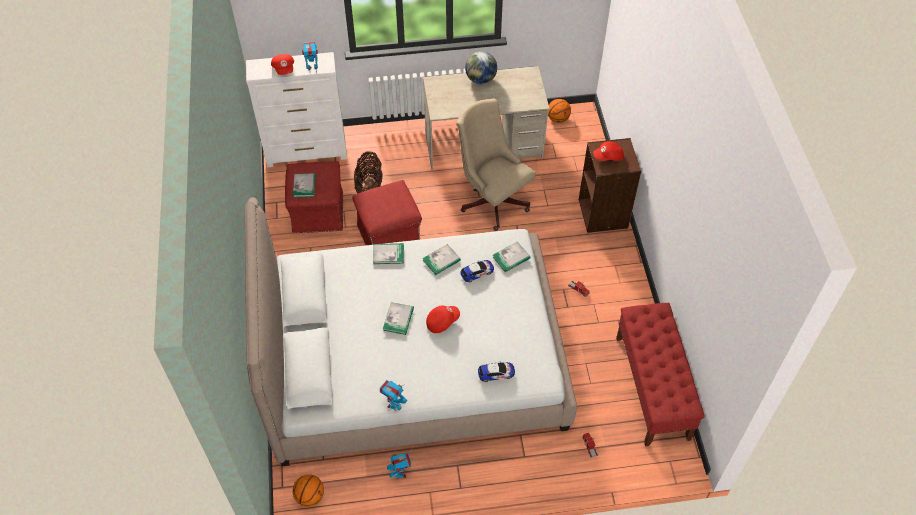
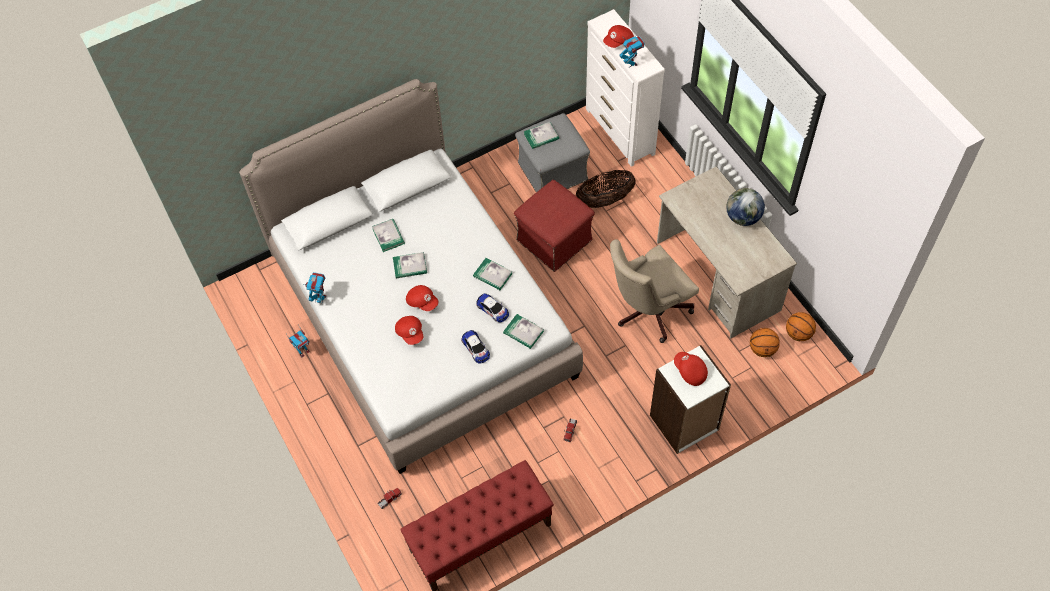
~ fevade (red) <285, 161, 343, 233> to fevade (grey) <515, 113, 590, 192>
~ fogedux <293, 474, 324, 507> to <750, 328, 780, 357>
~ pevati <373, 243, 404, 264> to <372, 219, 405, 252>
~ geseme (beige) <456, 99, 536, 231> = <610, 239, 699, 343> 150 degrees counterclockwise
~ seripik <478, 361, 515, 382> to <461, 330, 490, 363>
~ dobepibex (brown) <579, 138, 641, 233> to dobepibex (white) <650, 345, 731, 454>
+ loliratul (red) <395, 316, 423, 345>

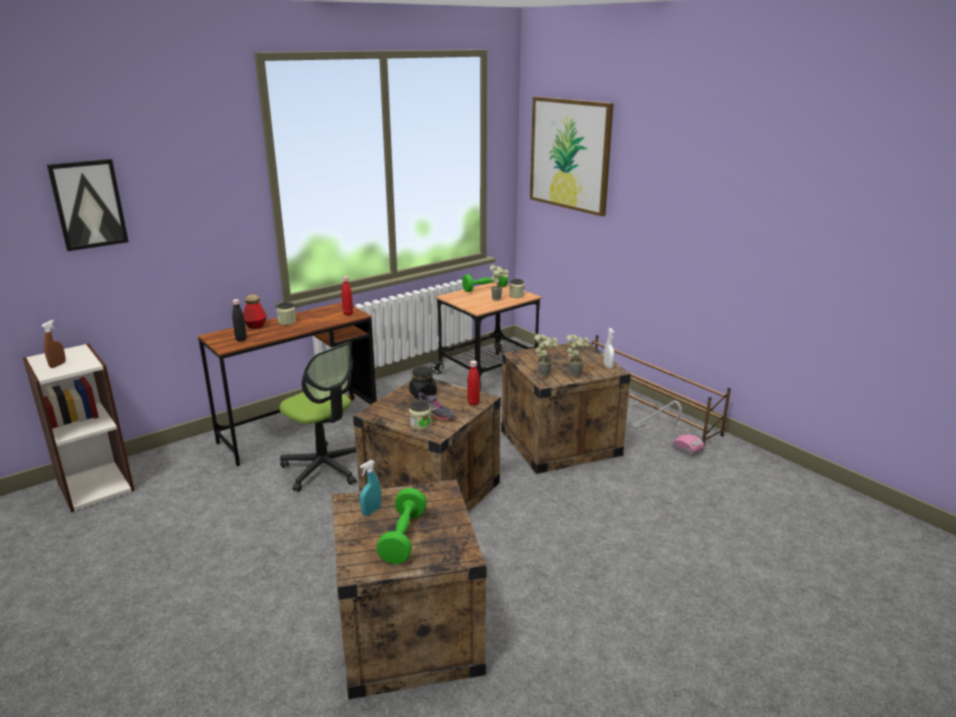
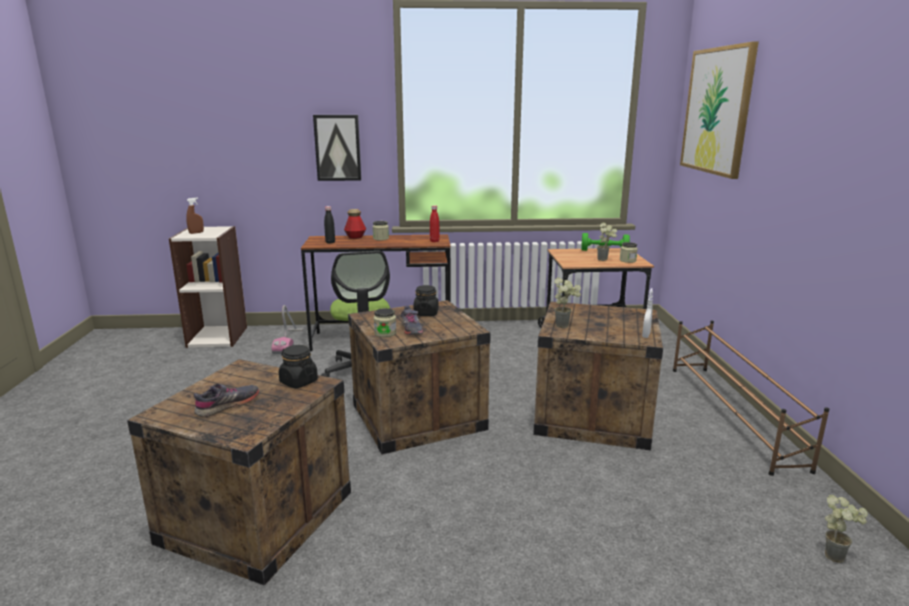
~ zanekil <47, 159, 129, 251> to <313, 115, 361, 181>
- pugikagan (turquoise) <360, 460, 381, 516>
~ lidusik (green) <376, 488, 427, 564> to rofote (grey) <194, 384, 259, 417>
- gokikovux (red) <468, 360, 480, 405>
~ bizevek <566, 334, 589, 377> to <825, 495, 868, 563>
~ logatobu <631, 401, 705, 456> to <272, 305, 304, 354>
+ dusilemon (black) <279, 345, 318, 388>

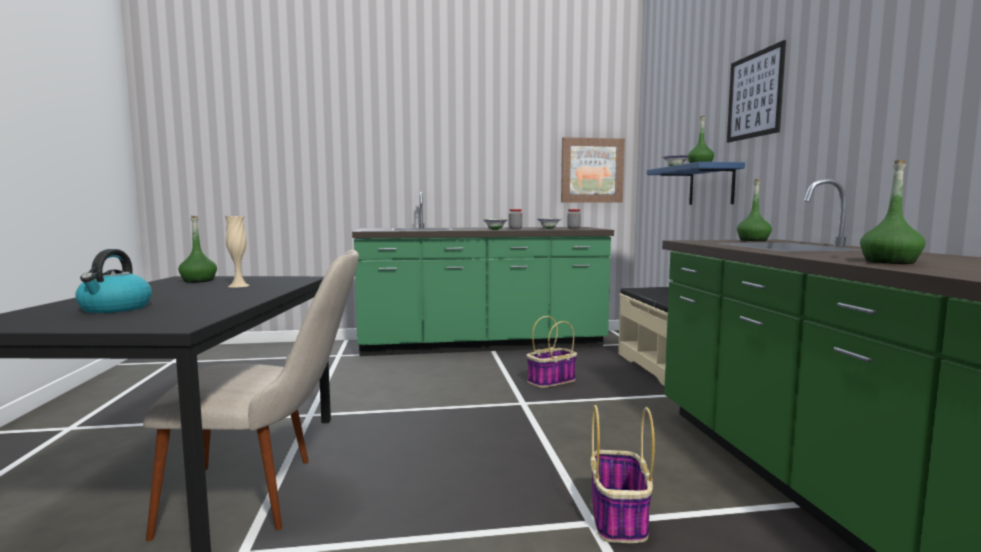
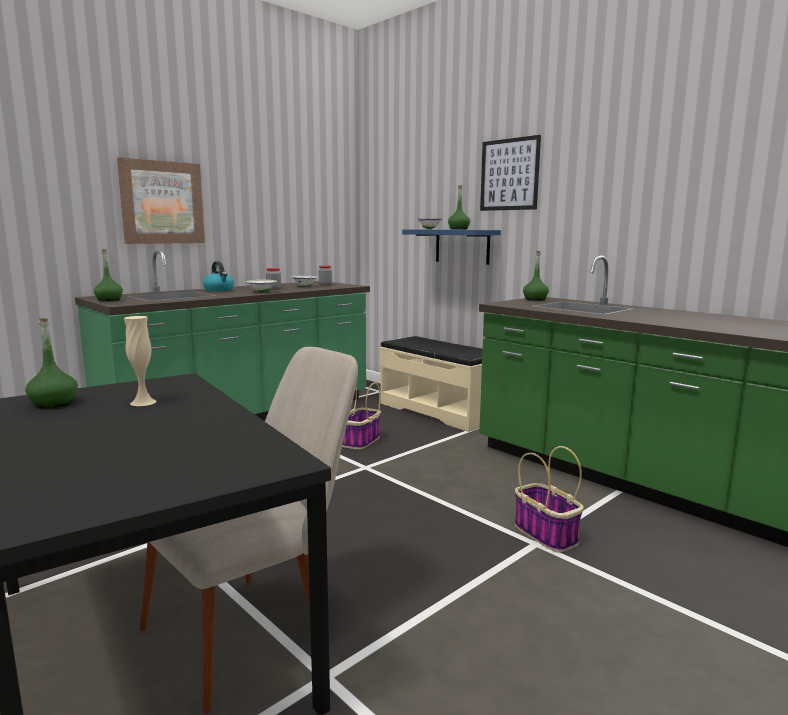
~ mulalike <75, 249, 152, 313> to <203, 261, 234, 291>
~ zanekil <561, 137, 625, 203> to <117, 157, 205, 244>
~ gokikovux (green) <860, 160, 926, 264> to <94, 249, 123, 301>

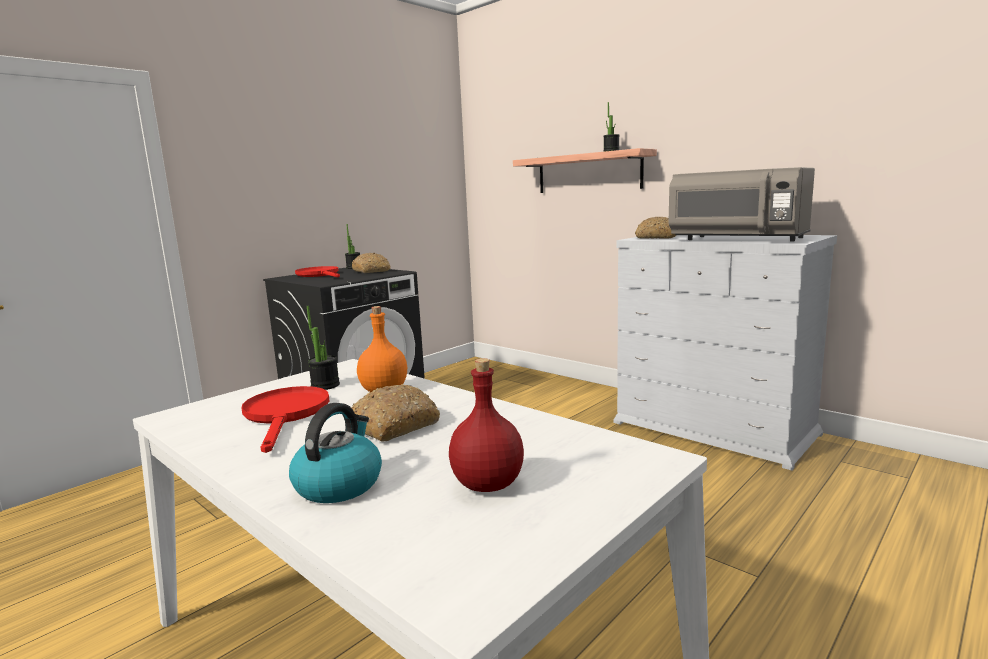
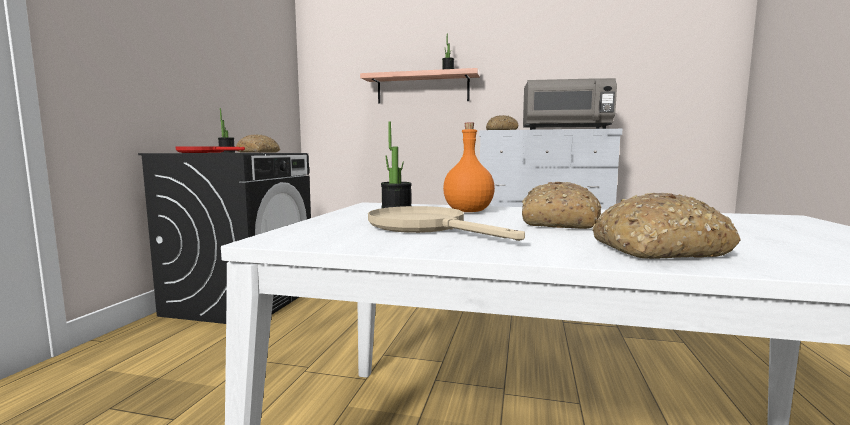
~ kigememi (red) <241, 386, 329, 453> to kigememi (beige) <368, 206, 525, 241>
~ mulalike <289, 403, 382, 503> to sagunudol <592, 193, 741, 259>
- gokikovux (red) <449, 358, 524, 492>

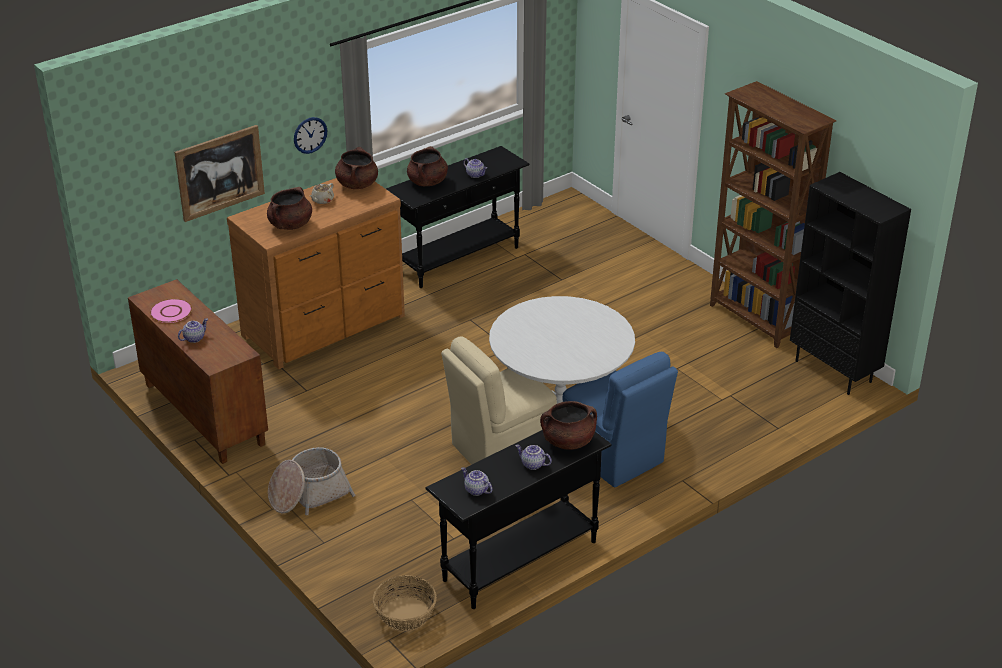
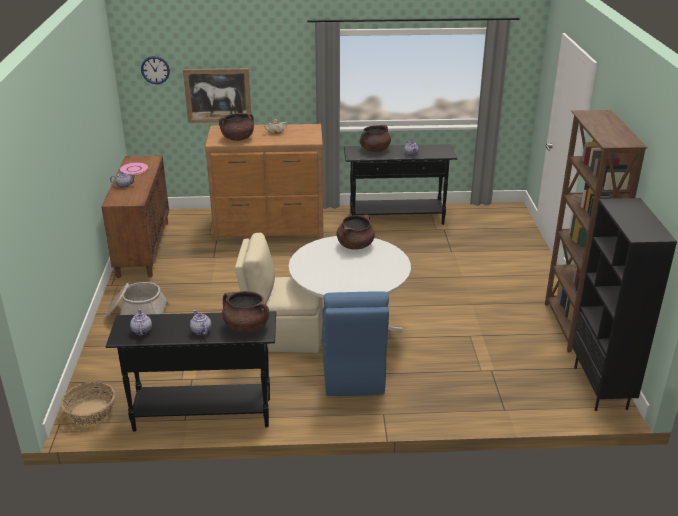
~ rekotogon <294, 117, 327, 154> to <141, 56, 170, 84>
~ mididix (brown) <335, 147, 378, 189> to <337, 215, 375, 250>

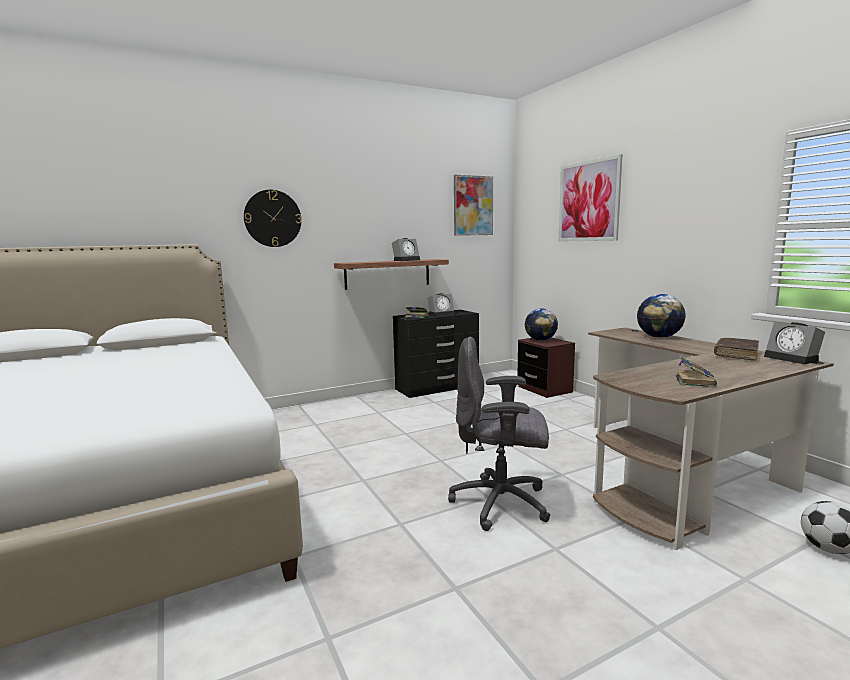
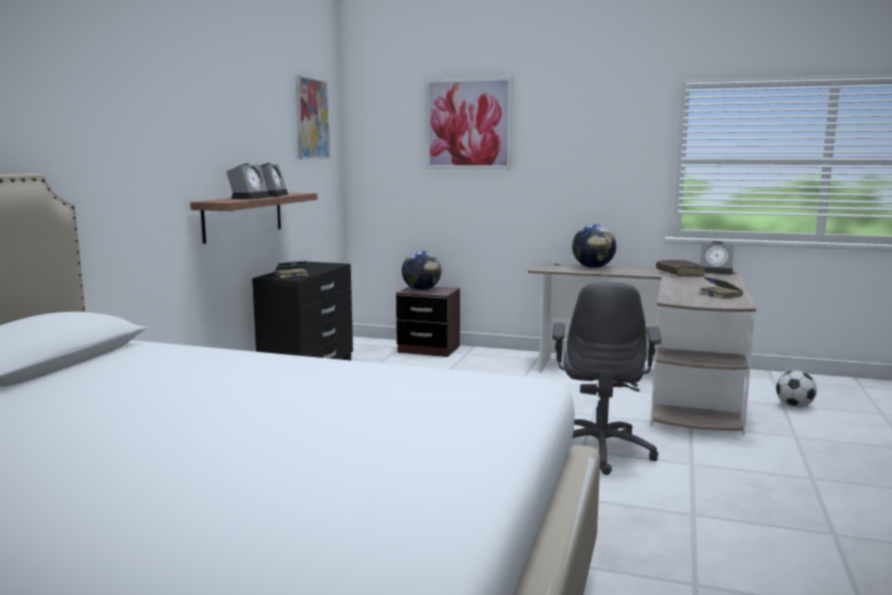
- rekotogon <244, 190, 301, 247>
~ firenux <428, 293, 455, 317> to <226, 163, 270, 199>
~ geseme (grey) <448, 337, 550, 531> = <552, 282, 661, 475> 45 degrees counterclockwise

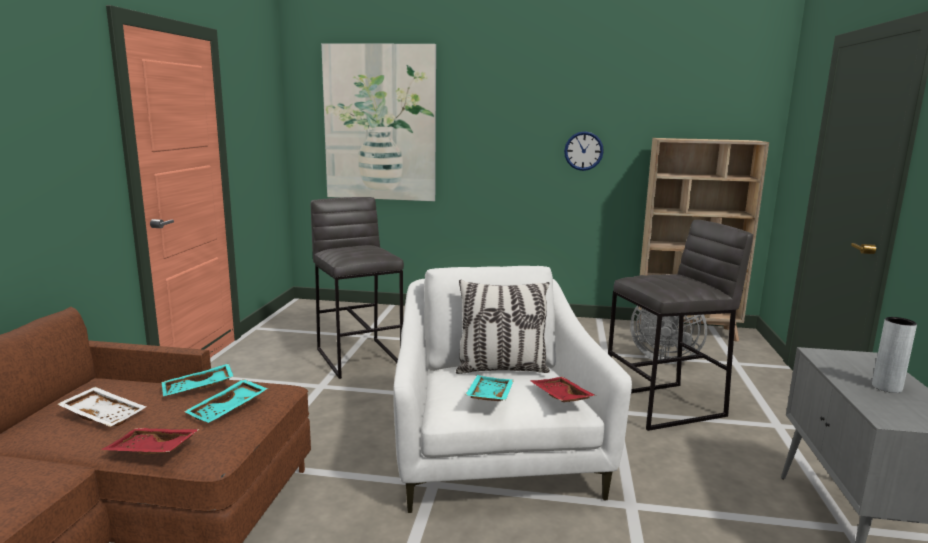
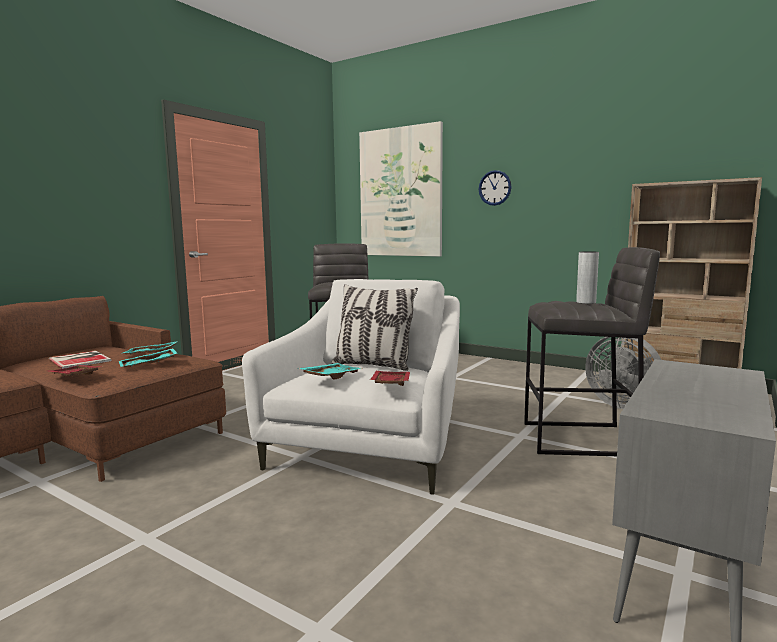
~ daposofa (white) <57, 387, 146, 427> to pevati <49, 351, 111, 369>
~ rekotogon <564, 131, 604, 171> to <479, 170, 511, 206>
~ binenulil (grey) <872, 317, 917, 393> to <576, 251, 599, 304>

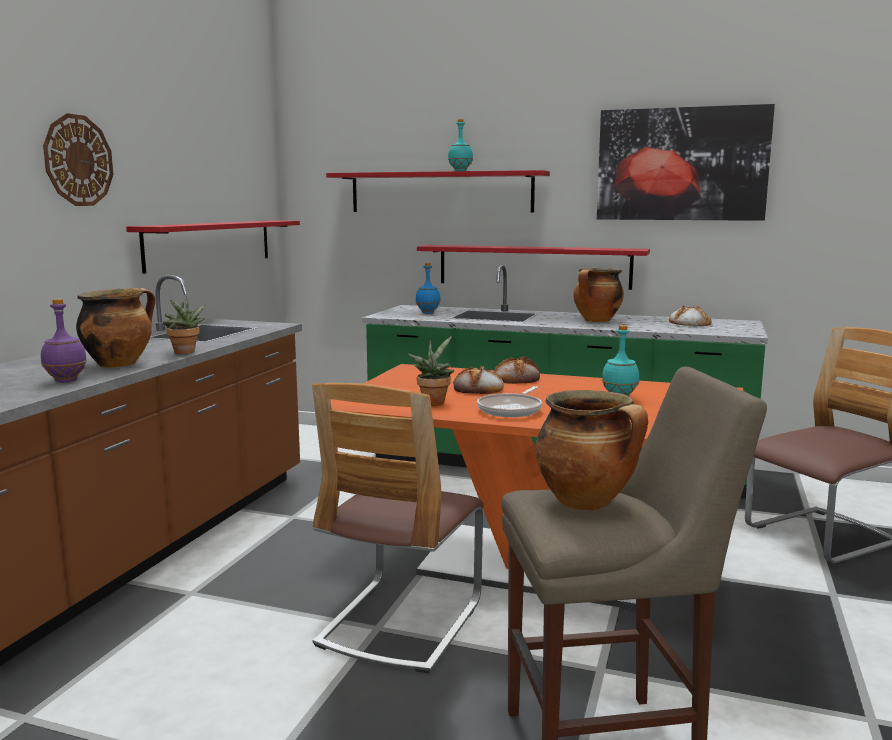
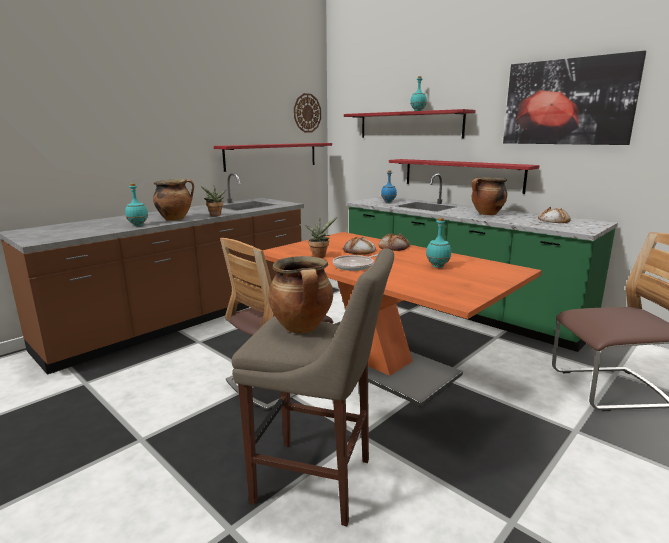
~ gokikovux (purple) <41, 299, 87, 382> to gokikovux (turquoise) <125, 183, 148, 226>
~ rekotogon <43, 113, 113, 206> to <294, 93, 321, 133>

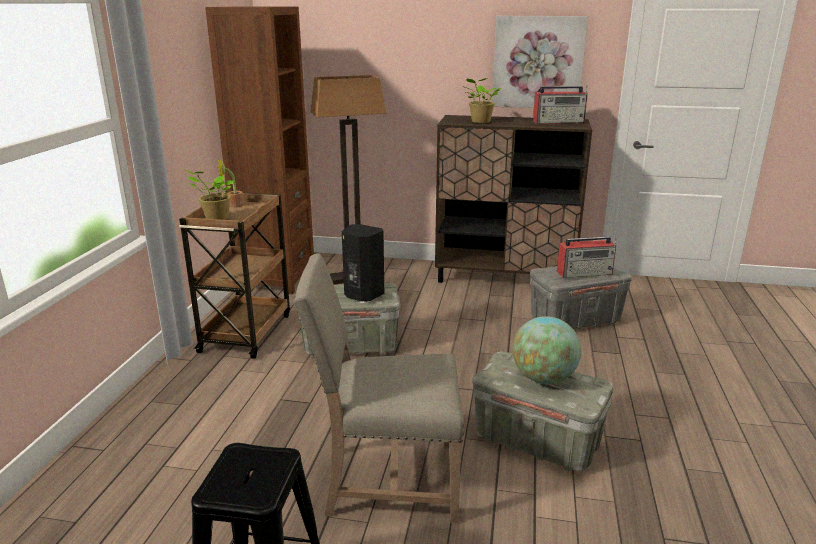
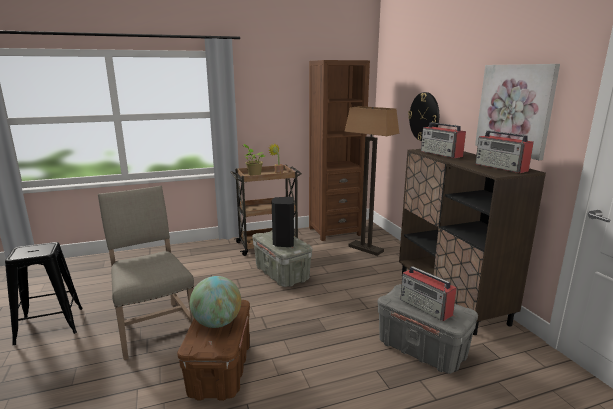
~ bizevek <462, 78, 501, 123> to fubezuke <421, 122, 466, 158>
~ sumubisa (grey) <473, 352, 614, 471> to sumubisa (brown) <177, 300, 250, 401>
+ rekotogon <408, 92, 439, 141>

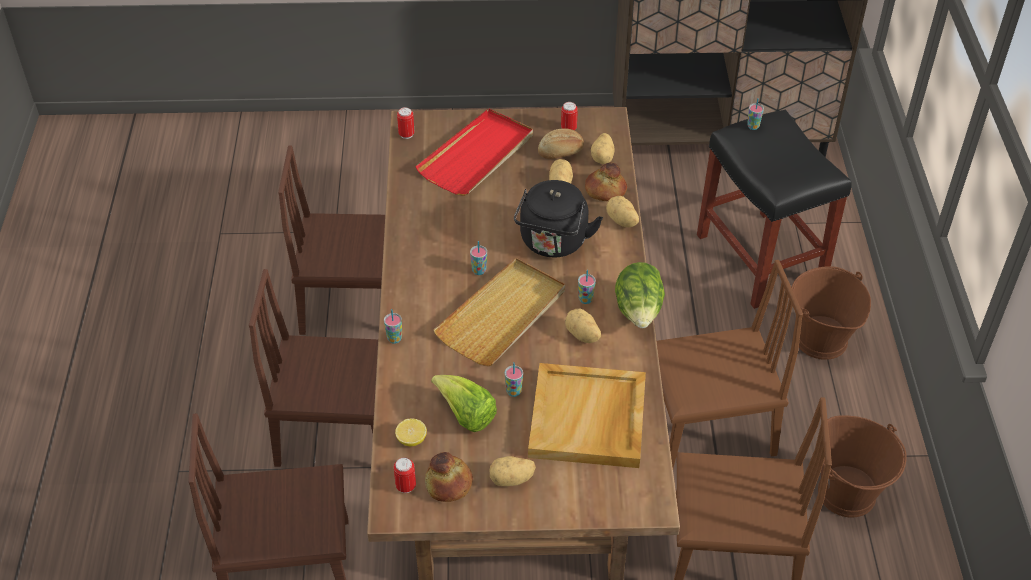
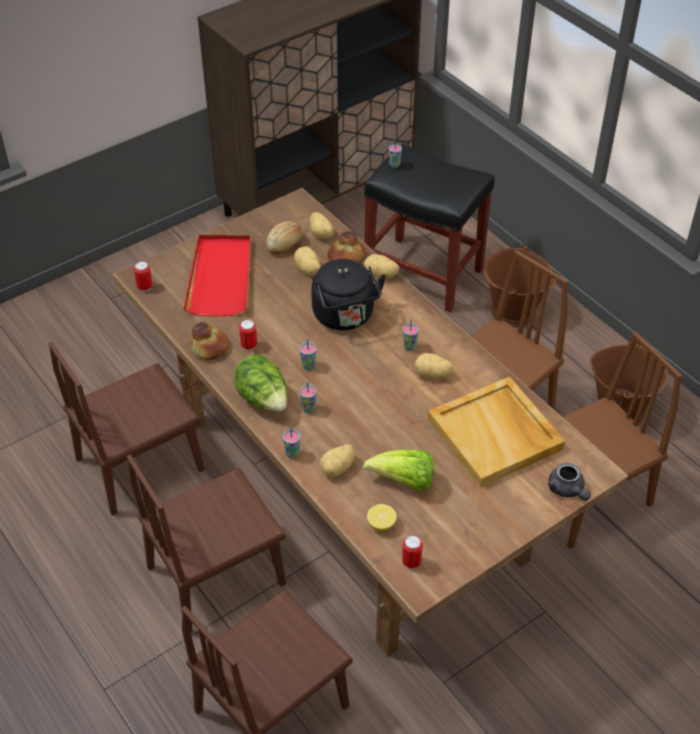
~ sagunudol <425, 452, 473, 502> to <189, 322, 229, 360>
- daposofa (beige) <433, 258, 565, 366>
~ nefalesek <490, 456, 536, 486> to <320, 444, 355, 477>
~ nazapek <505, 362, 523, 397> to <300, 381, 317, 413>
~ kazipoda <561, 102, 578, 130> to <239, 320, 257, 351>
~ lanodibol <615, 262, 665, 328> to <234, 354, 287, 411>
+ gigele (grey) <548, 463, 591, 500>

